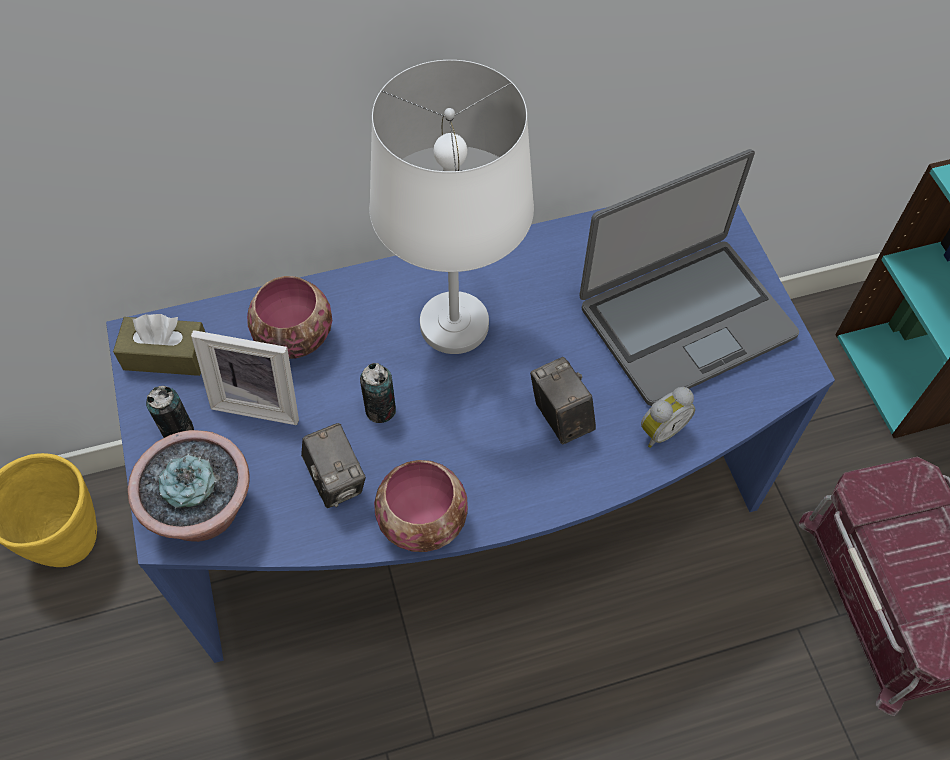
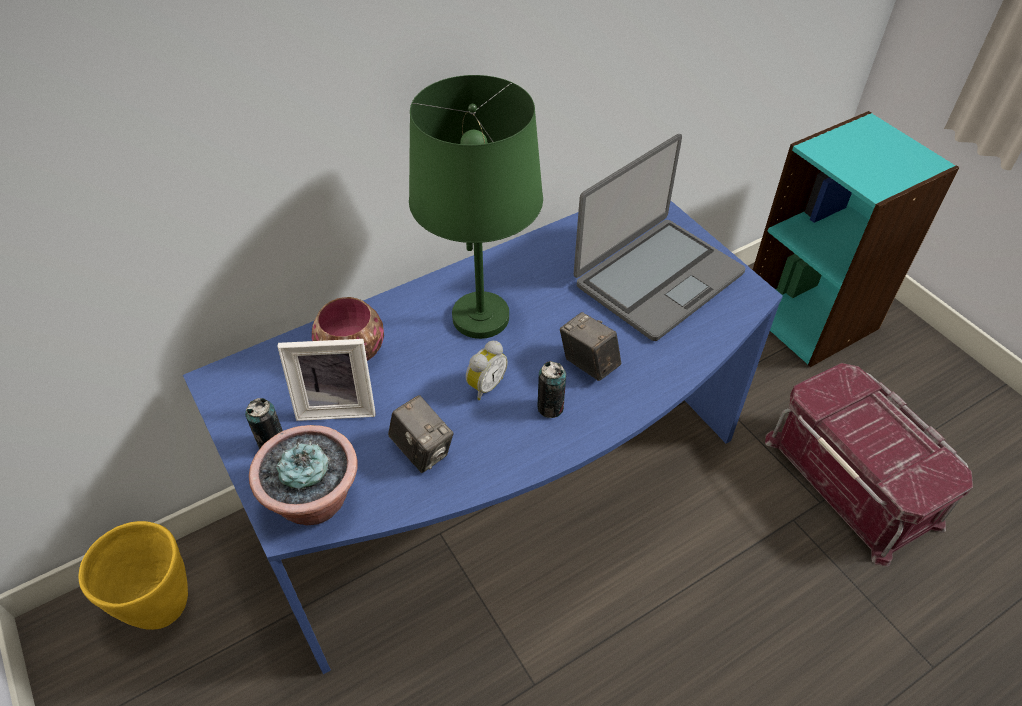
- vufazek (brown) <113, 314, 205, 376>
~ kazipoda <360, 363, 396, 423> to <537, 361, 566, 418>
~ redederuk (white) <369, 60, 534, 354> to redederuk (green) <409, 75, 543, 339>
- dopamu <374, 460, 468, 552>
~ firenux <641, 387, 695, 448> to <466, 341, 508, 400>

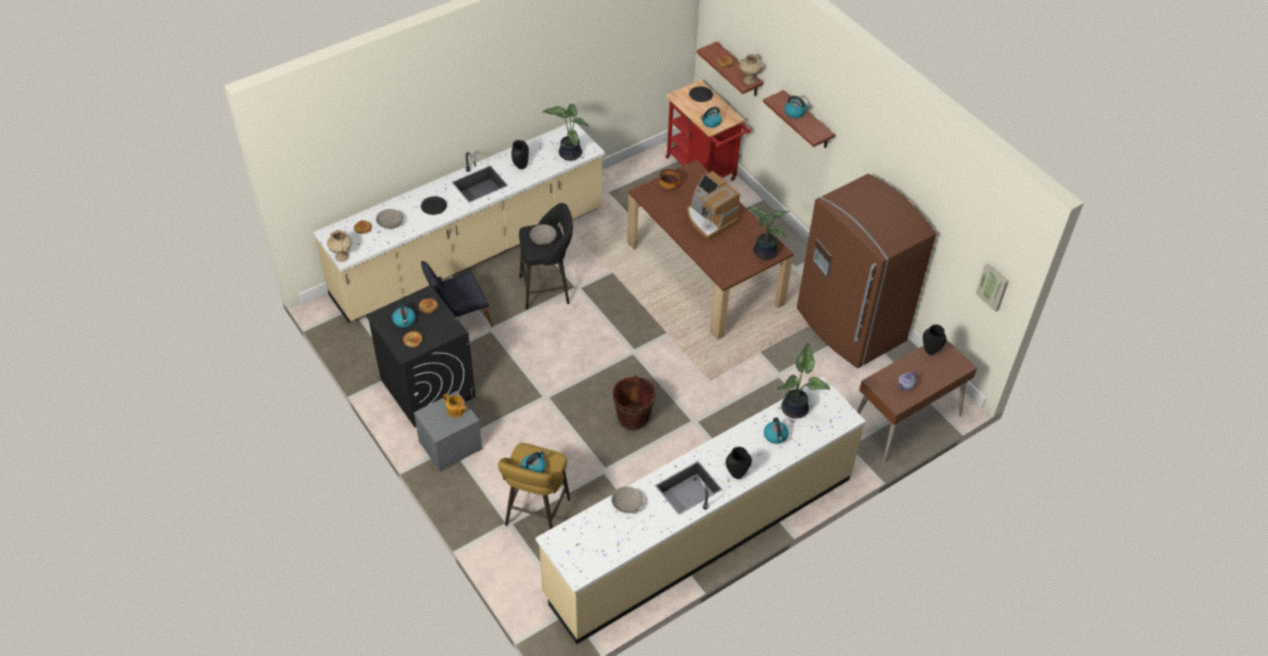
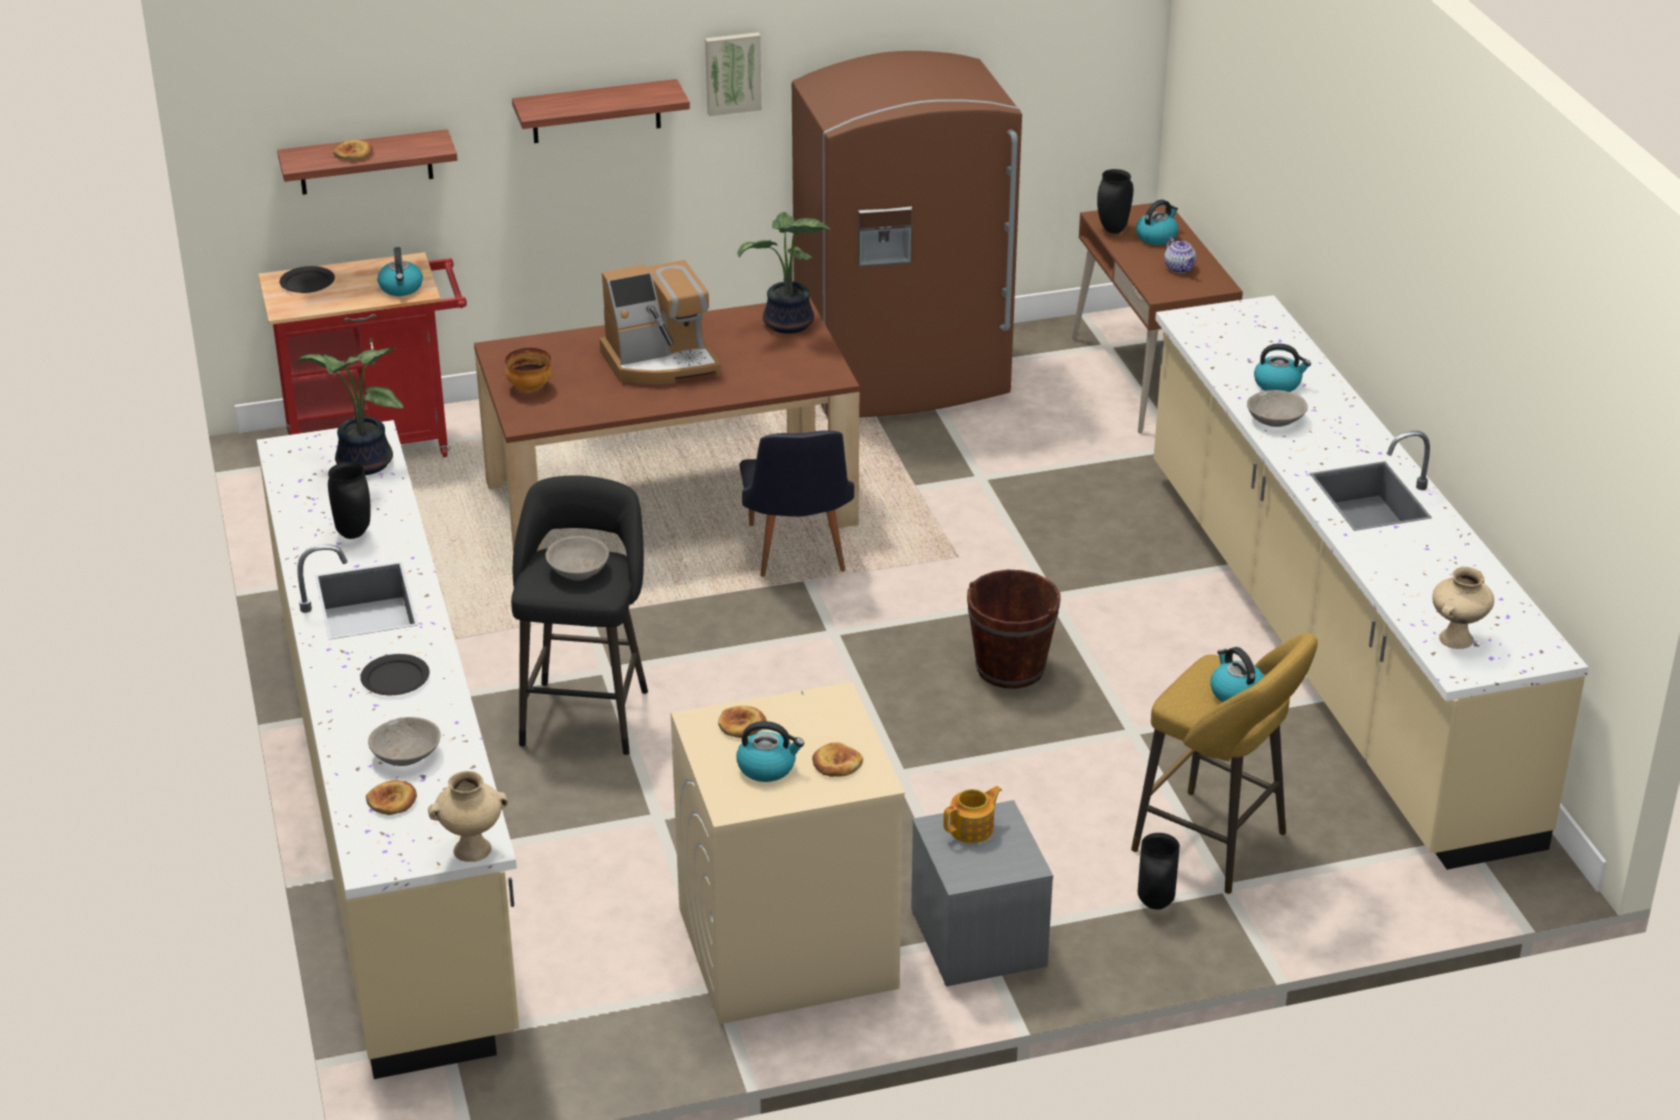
~ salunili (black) <365, 285, 476, 428> to salunili (beige) <671, 682, 905, 1024>
~ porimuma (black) <421, 261, 493, 327> to <739, 430, 854, 577>
~ dopamu (grey) <611, 486, 643, 513> to <1247, 390, 1308, 427>
~ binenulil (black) <726, 447, 752, 479> to <1138, 833, 1180, 909>
~ binenulil (beige) <738, 54, 764, 85> to <1432, 566, 1494, 649>
- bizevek <777, 343, 830, 419>
~ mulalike <784, 96, 809, 118> to <1136, 199, 1179, 245>
~ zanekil <975, 263, 1009, 312> to <705, 32, 762, 116>

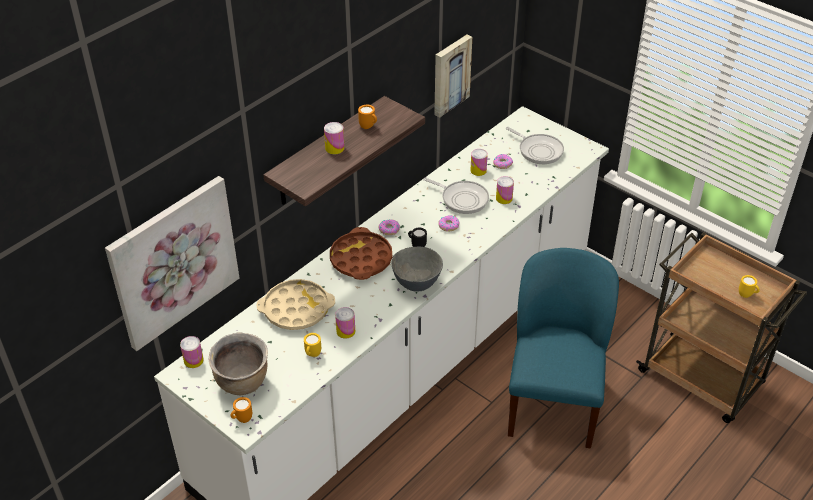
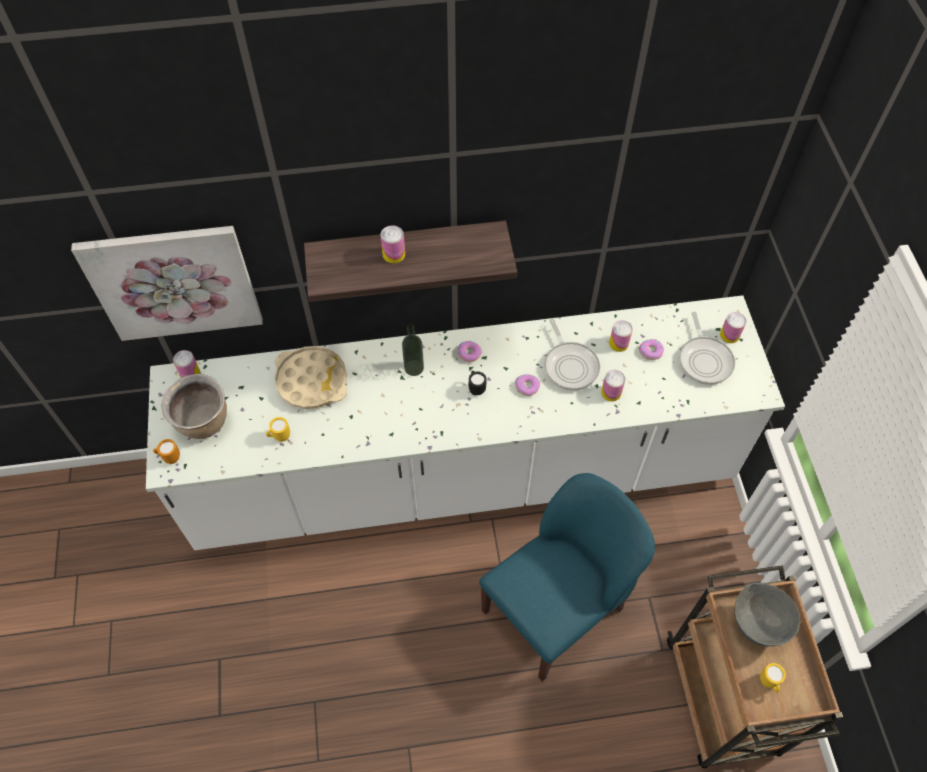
~ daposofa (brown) <330, 227, 392, 280> to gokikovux <402, 324, 424, 376>
~ kazipoda <335, 307, 355, 339> to <720, 312, 746, 343>
- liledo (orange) <358, 105, 377, 129>
~ dopamu (grey) <391, 246, 443, 292> to <735, 583, 800, 646>
- zanekil <434, 35, 472, 117>

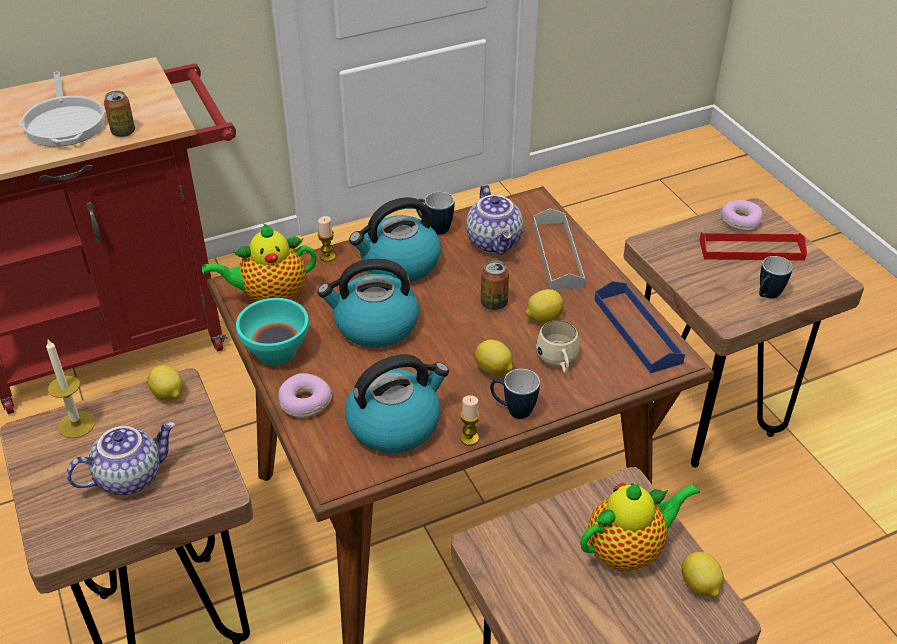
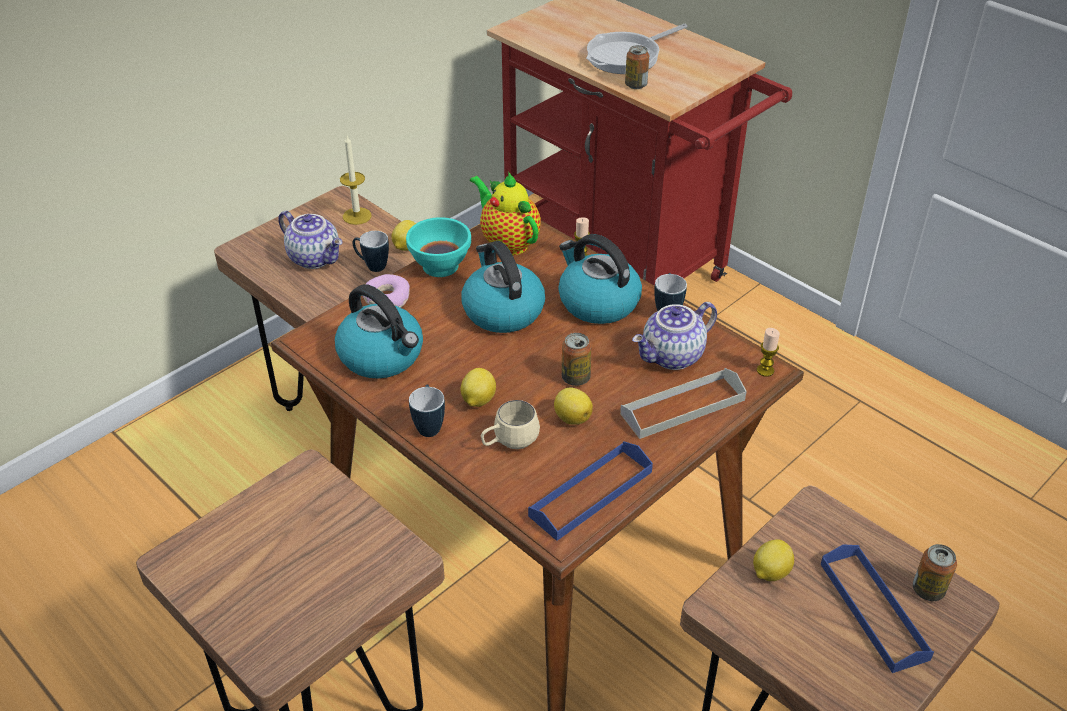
~ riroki <460, 395, 480, 446> to <757, 328, 780, 377>
- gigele <581, 483, 700, 571>
~ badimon <682, 552, 724, 597> to <753, 539, 794, 581>
~ daposofa (red) <699, 232, 807, 261> to daposofa (blue) <820, 544, 934, 673>
~ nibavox <721, 200, 763, 232> to kazipoda <913, 544, 957, 601>
~ liledo <759, 256, 793, 299> to <352, 231, 389, 272>

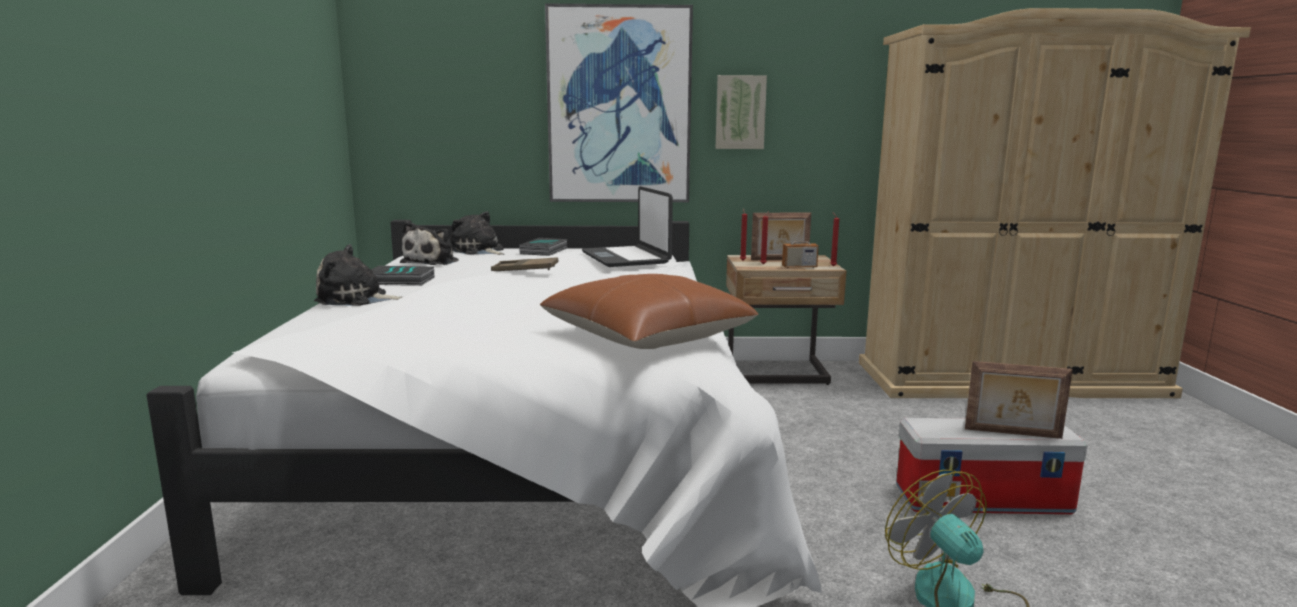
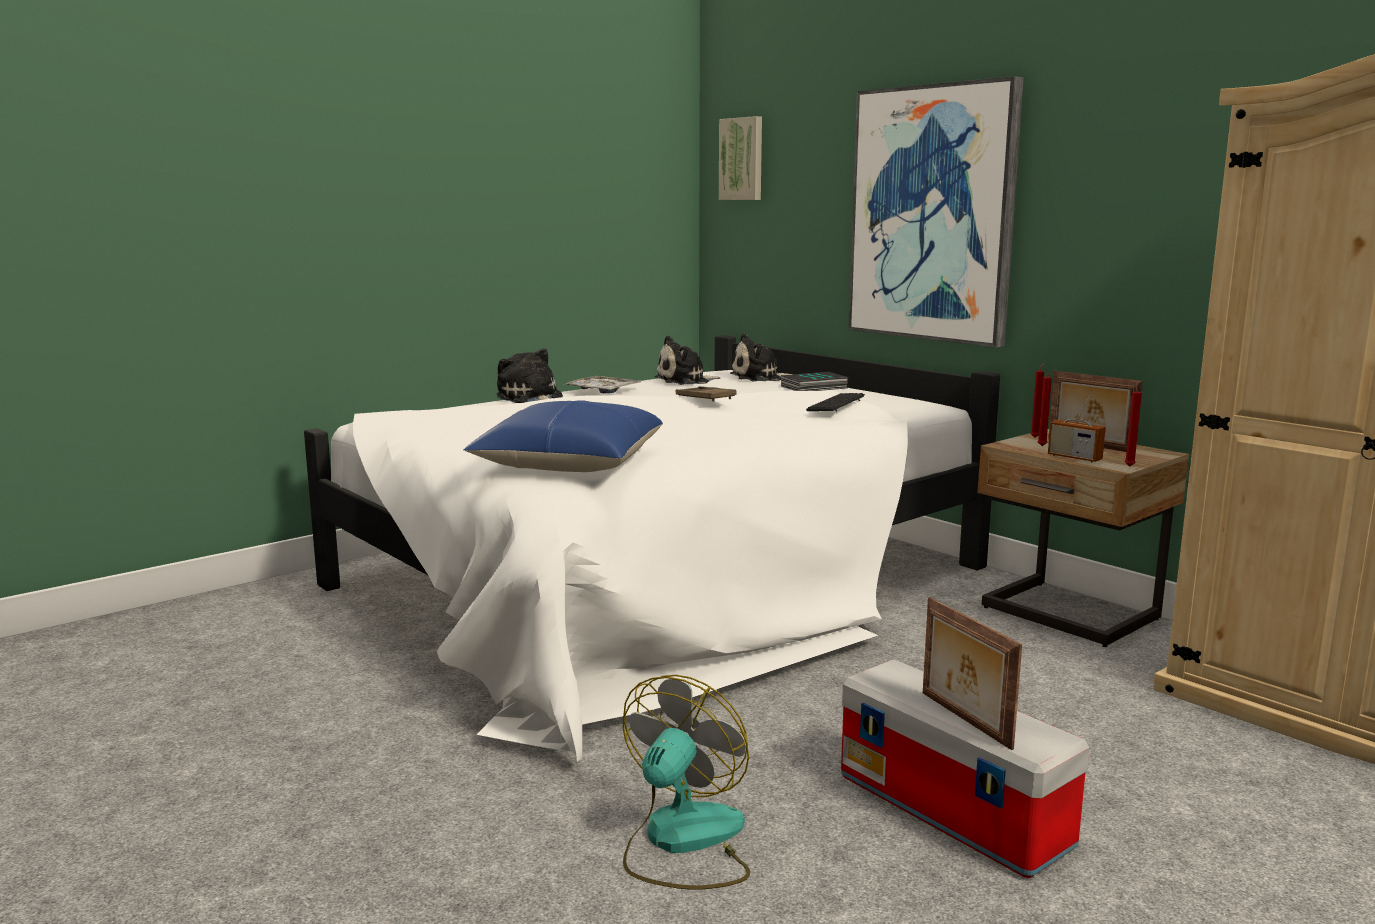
~ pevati <371, 266, 434, 286> to daposofa <563, 376, 642, 393>
~ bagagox <450, 211, 504, 255> = <730, 333, 793, 381> 105 degrees counterclockwise
~ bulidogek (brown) <540, 274, 758, 349> to bulidogek (blue) <463, 400, 663, 472>
~ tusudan <582, 186, 673, 267> to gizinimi <806, 393, 865, 412>
~ zanekil <716, 75, 767, 149> to <719, 116, 762, 200>

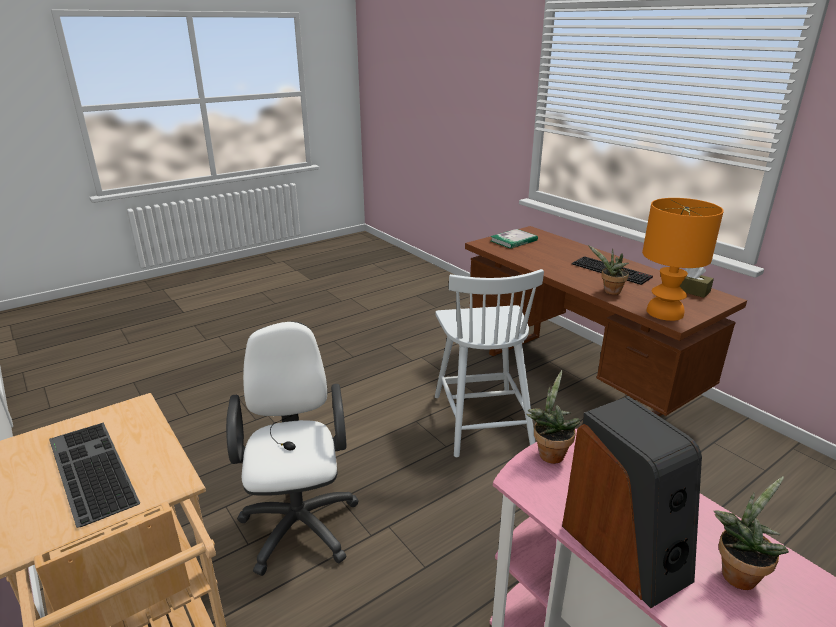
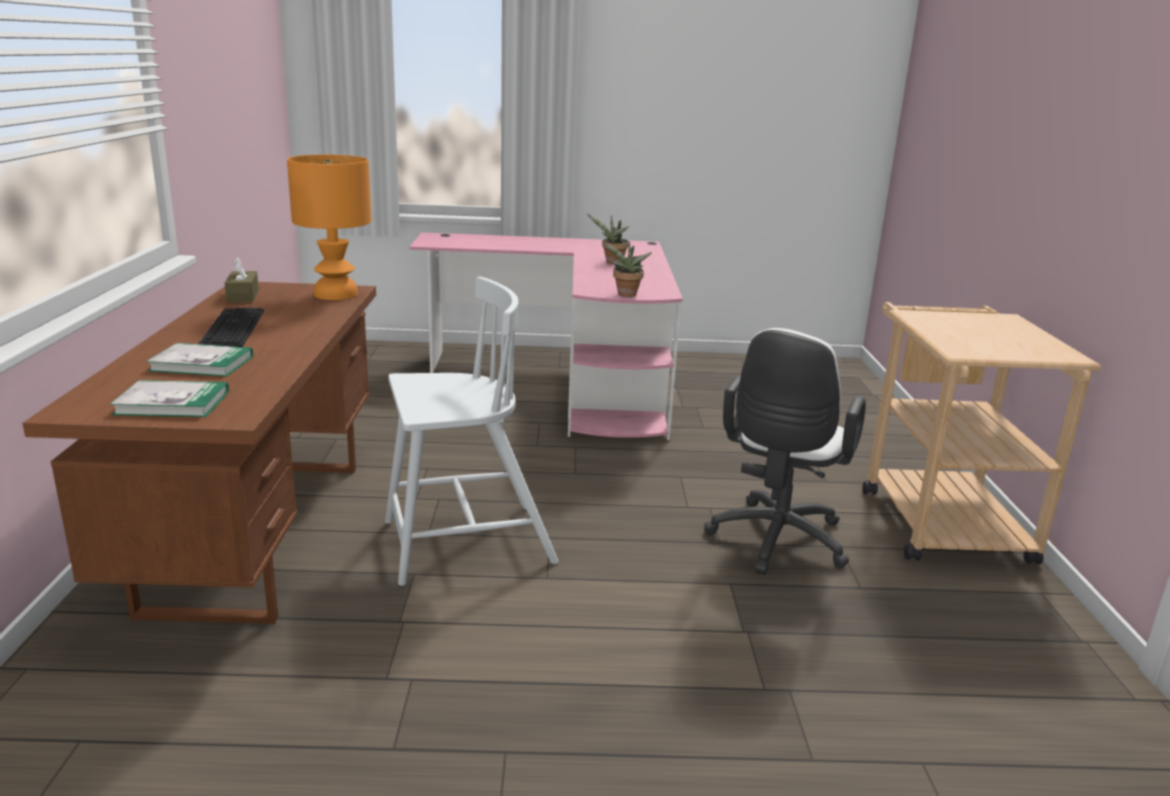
- gizinimi <49, 423, 140, 528>
~ porimuma (white) <435, 269, 544, 457> = <385, 277, 559, 586> 45 degrees clockwise
- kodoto <562, 396, 702, 608>
- bizevek <588, 245, 629, 295>
+ pevati <146, 343, 253, 377>

